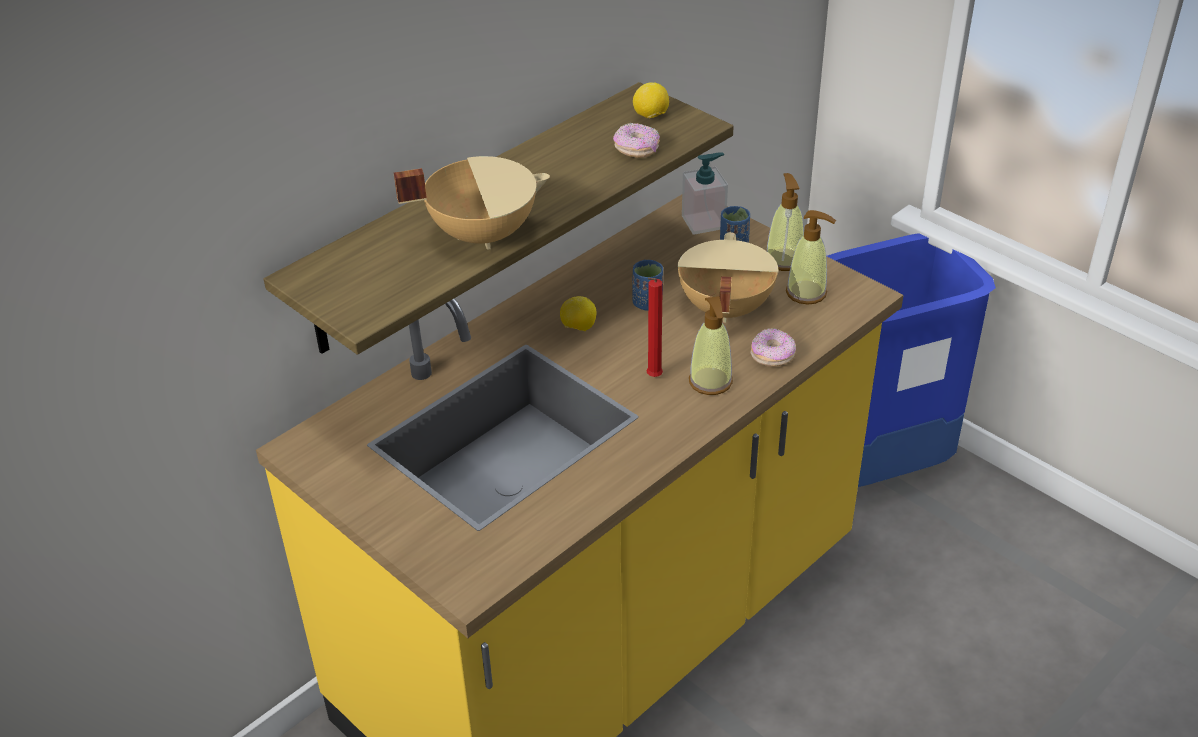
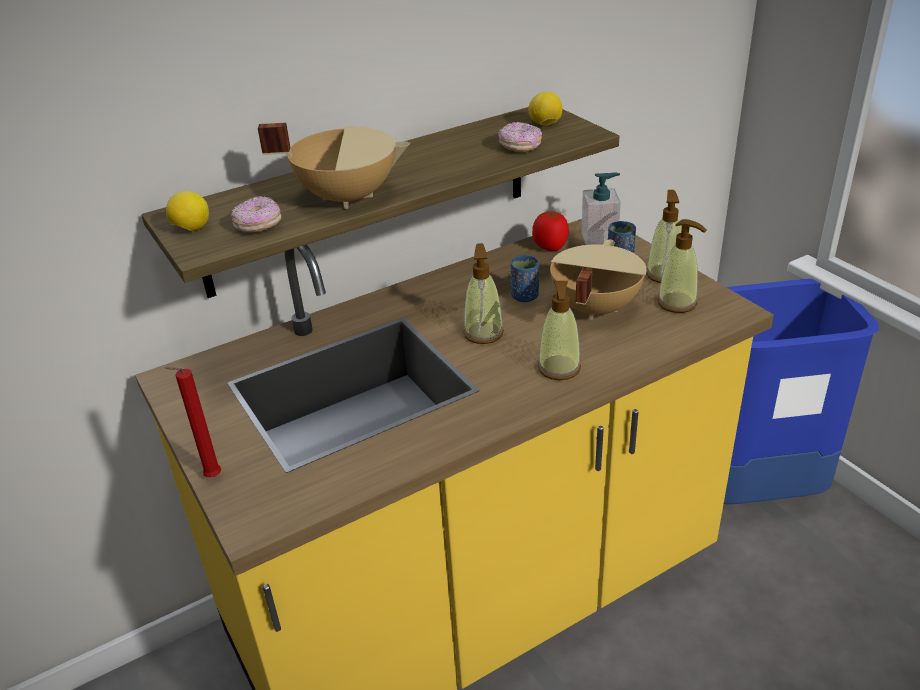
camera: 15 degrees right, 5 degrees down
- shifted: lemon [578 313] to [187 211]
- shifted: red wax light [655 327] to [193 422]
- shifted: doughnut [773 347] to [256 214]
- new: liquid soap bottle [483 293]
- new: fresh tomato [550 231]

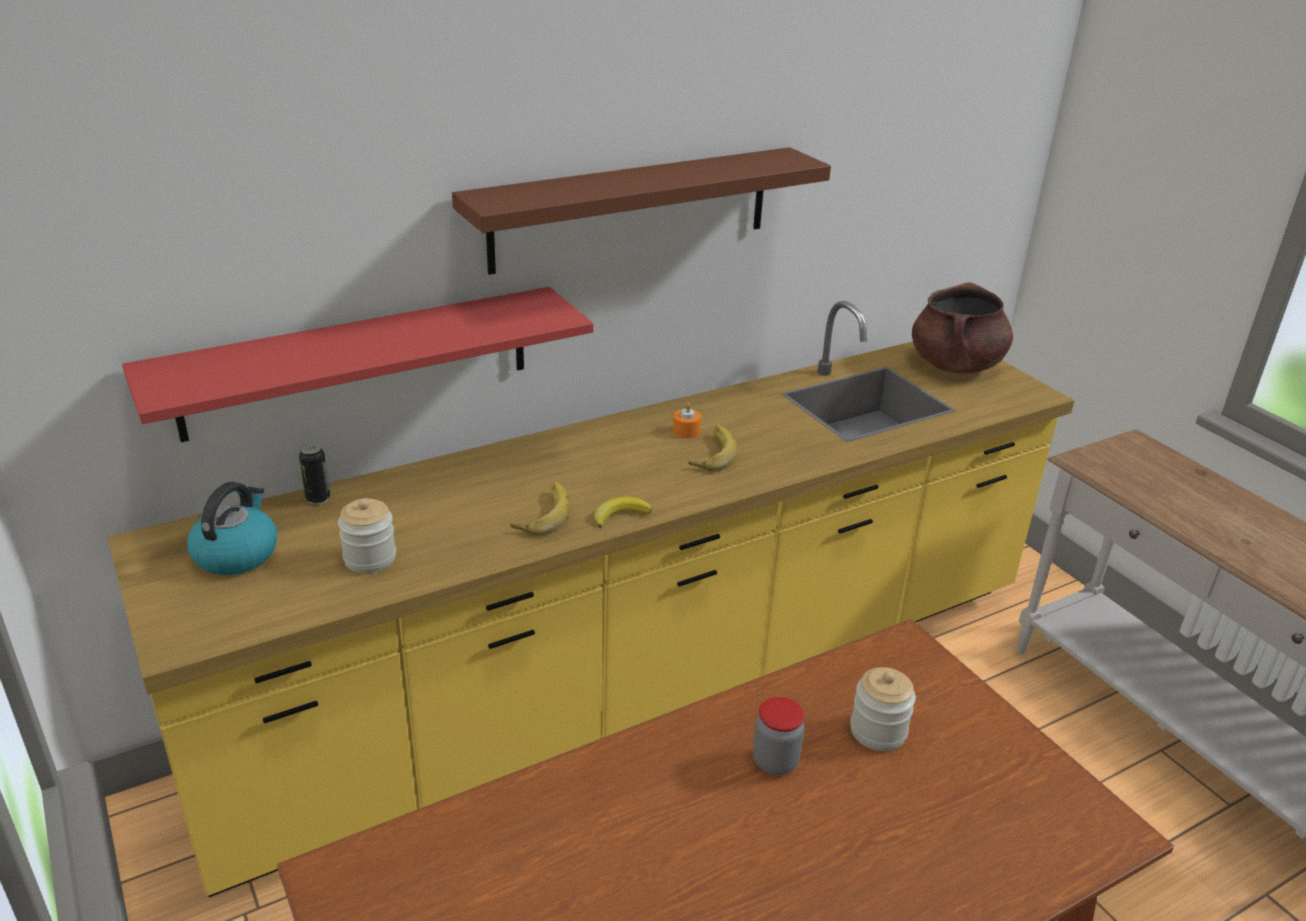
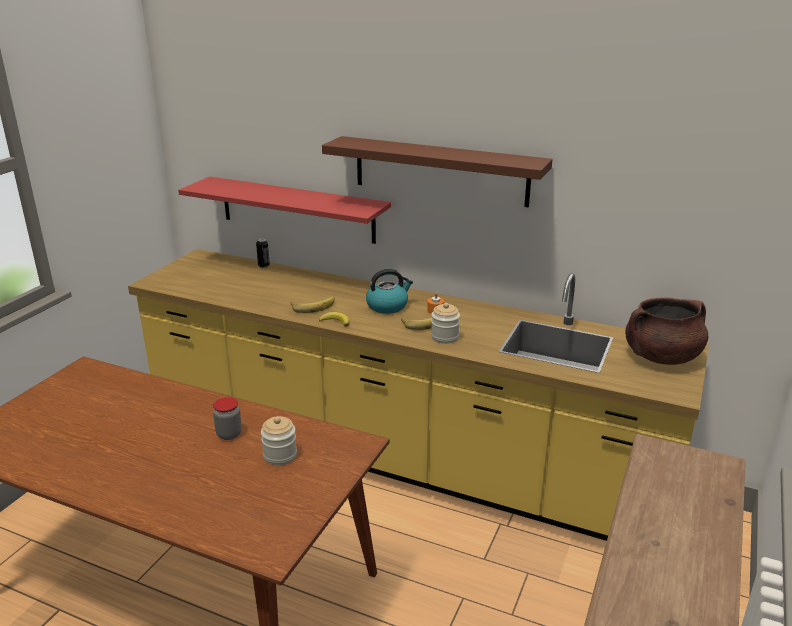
camera: 55 degrees right, 5 degrees down
- shifted: kettle [232 528] to [389 291]
- shifted: storage jar [367 535] to [445 323]

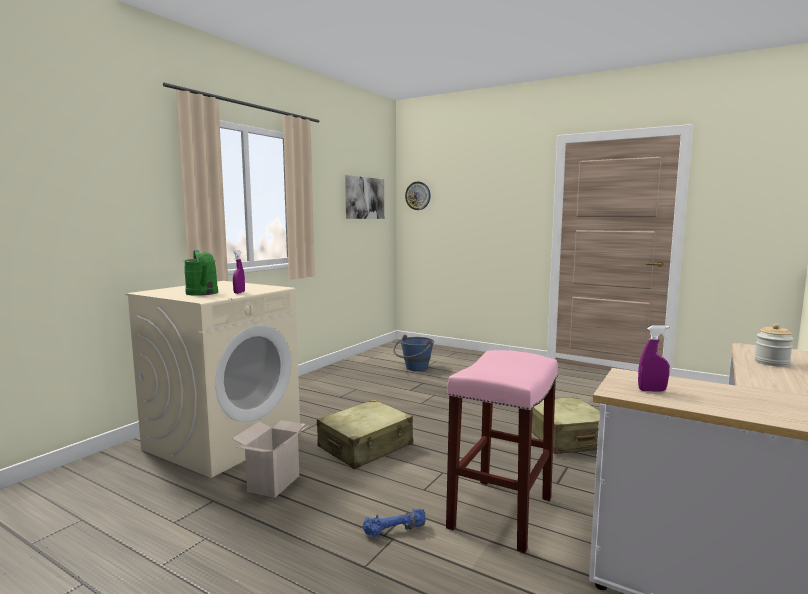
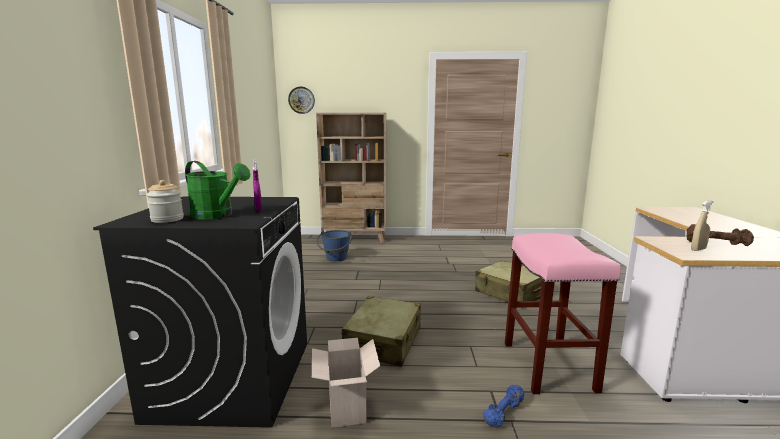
camera: 30 degrees left, 5 degrees up
- repainted: sand-coloured laundry machine [212 379] to black laundry machine [200 312]
- gone: picture [364 197]
- repainted: purple sprayer [654 358] to sand-coloured sprayer [702 226]
- shifted: storage jar [773 345] to [165 201]
- new: sand-coloured shelving unit [351 178]
- new: brown hand weight [720 235]

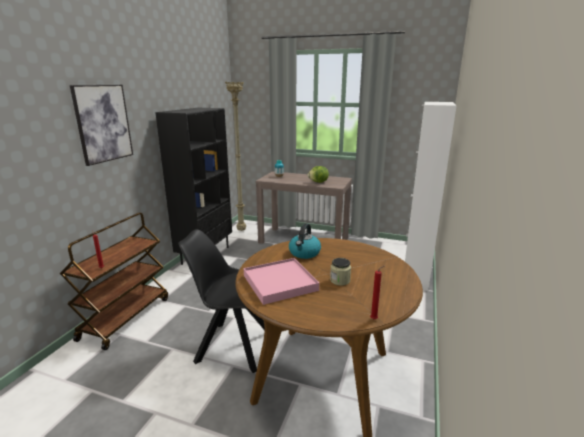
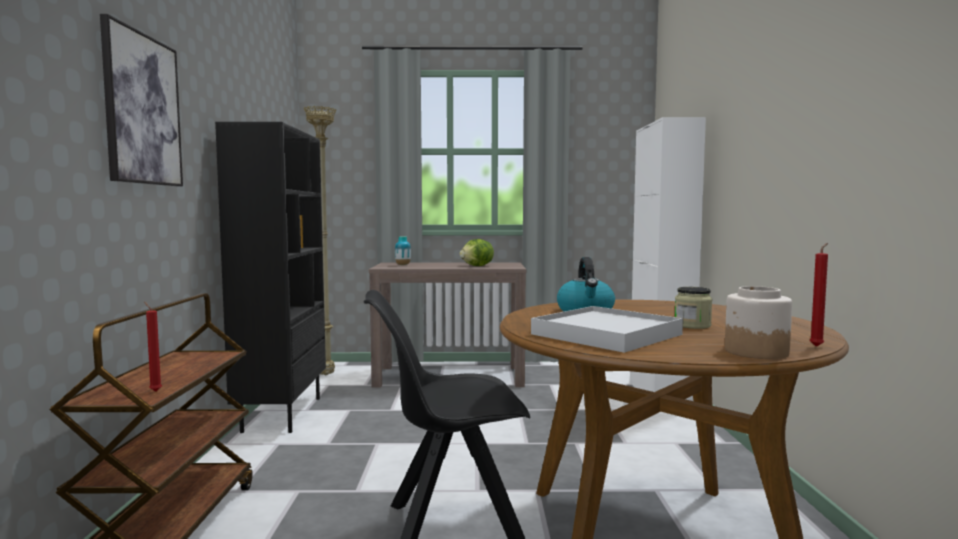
camera: 20 degrees left, 15 degrees down
- repainted: pinkish tray [281 281] to white tray [607 329]
- new: storage jar [758 322]

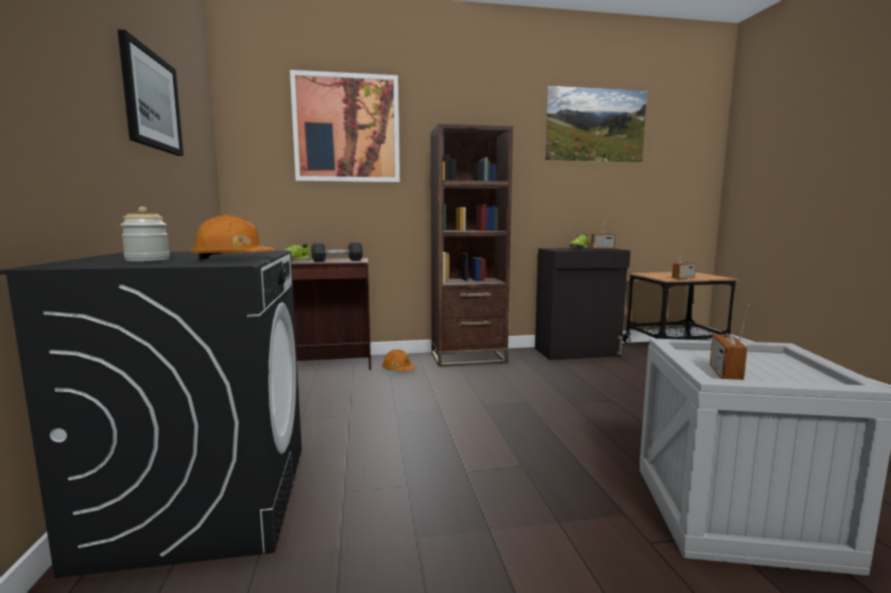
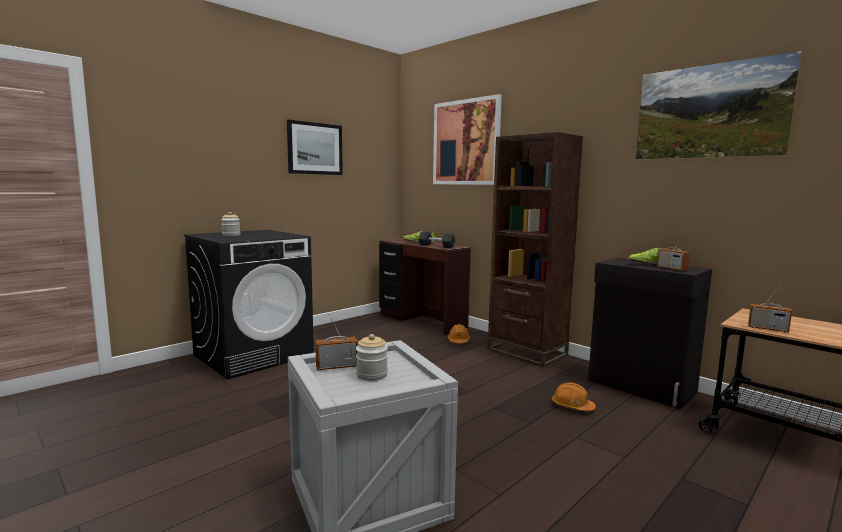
camera: 55 degrees right, 0 degrees up
- shifted: orange hard hat [232 237] to [574 396]
- new: storage jar [372 357]

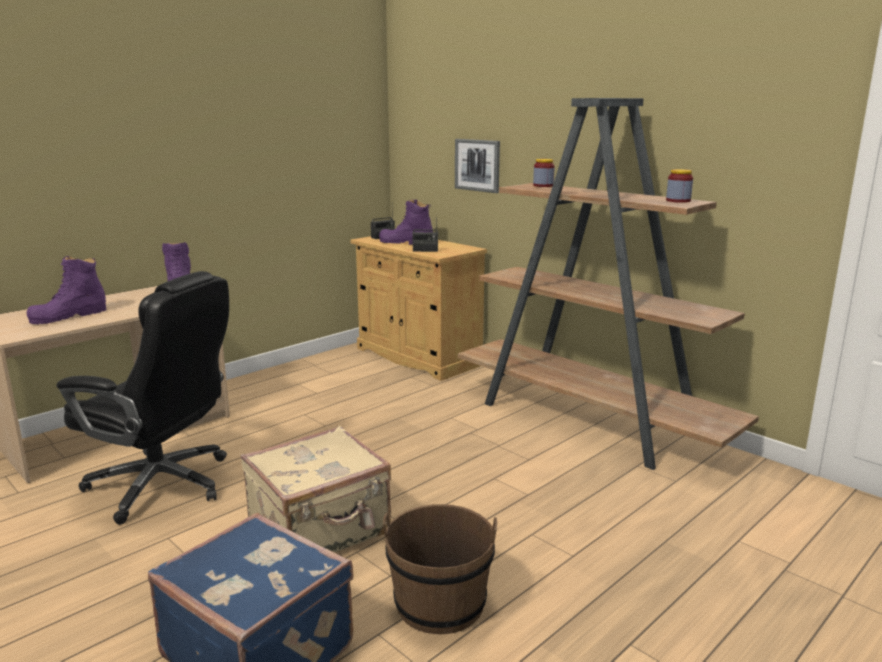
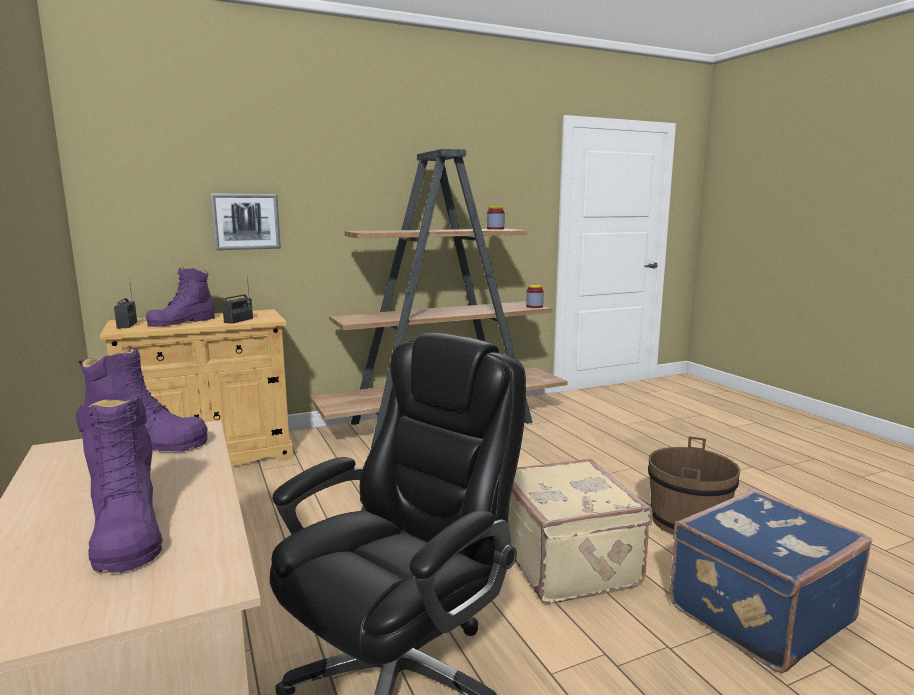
camera: 70 degrees left, 5 degrees down
- shifted: storage jar [544 173] to [535 296]

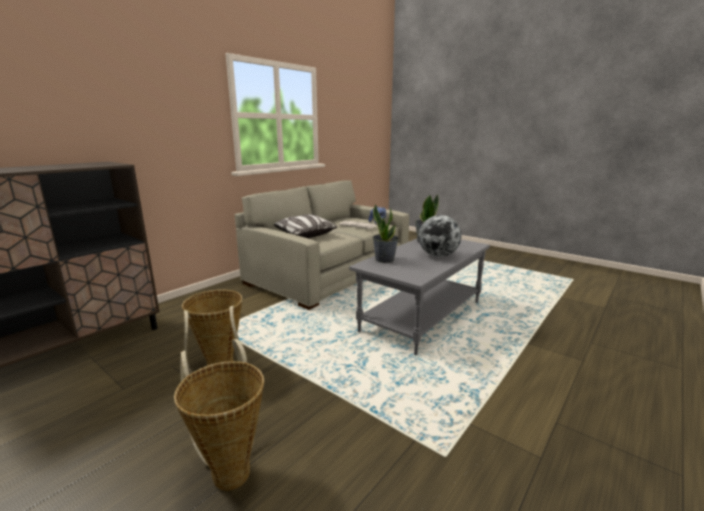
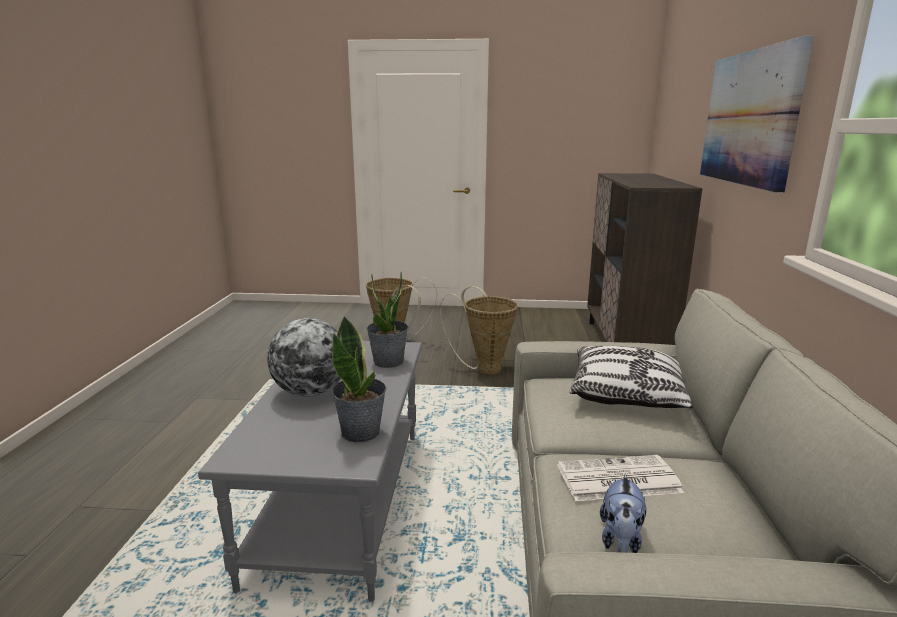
camera: 145 degrees right, 0 degrees up
- new: picture [757 114]

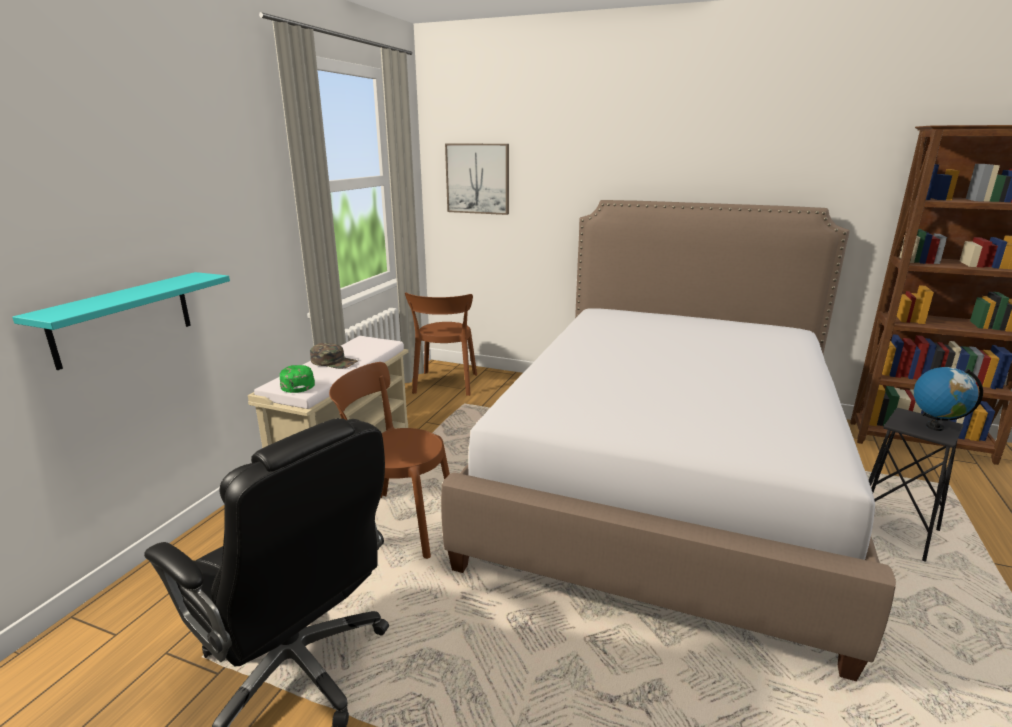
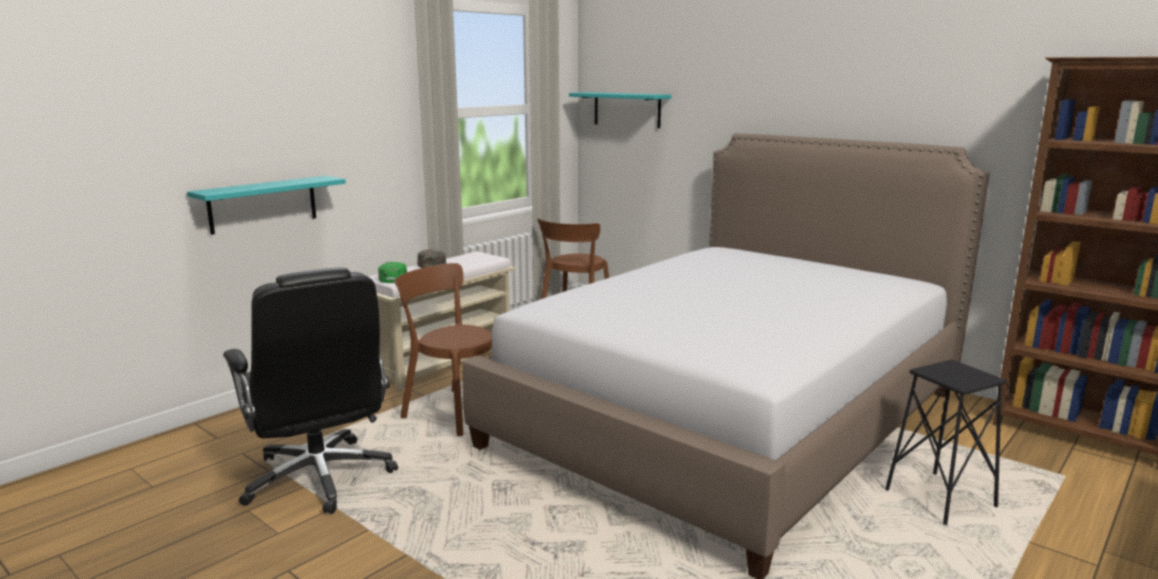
camera: 20 degrees right, 5 degrees down
- swapped: picture [477 179] to turquoise-coloured wall shelf [620 110]
- gone: globe [948 399]

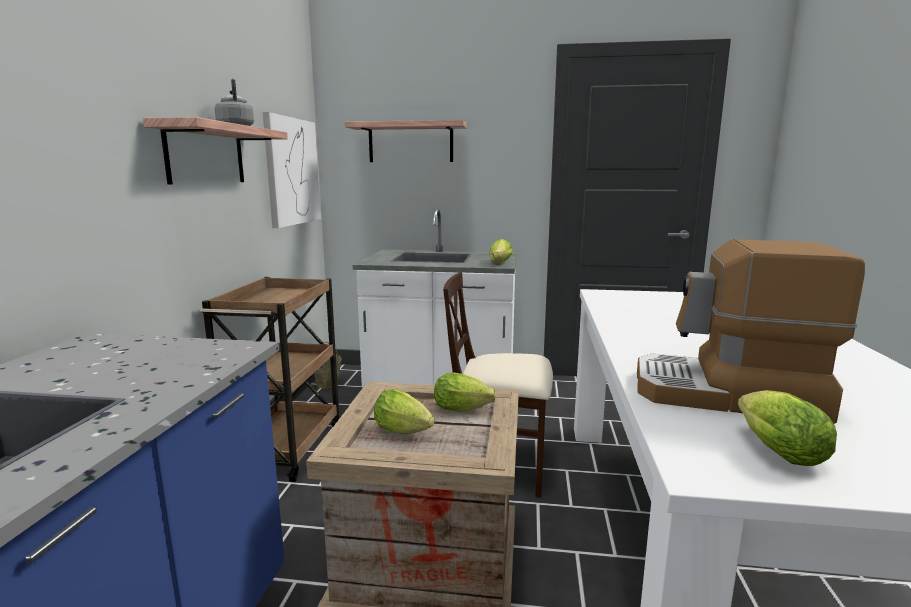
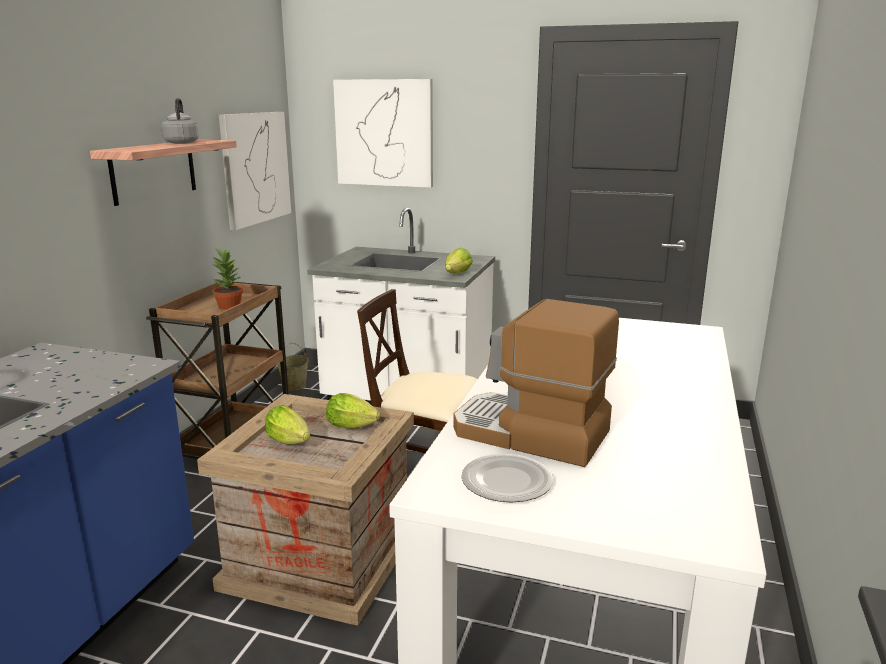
camera: 10 degrees right, 5 degrees up
- swapped: wall shelf [406 141] to picture [383 133]
- swapped: lettuce [787 428] to dinner plate [507 478]
- new: houseplant [226 279]

